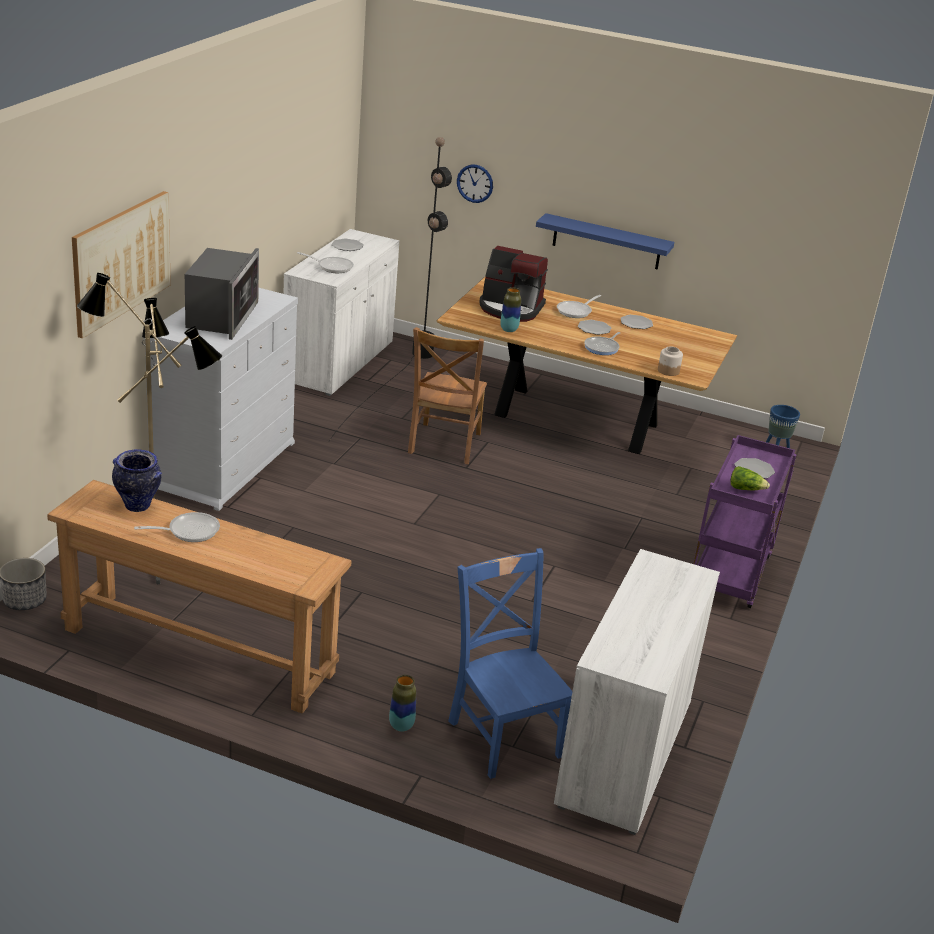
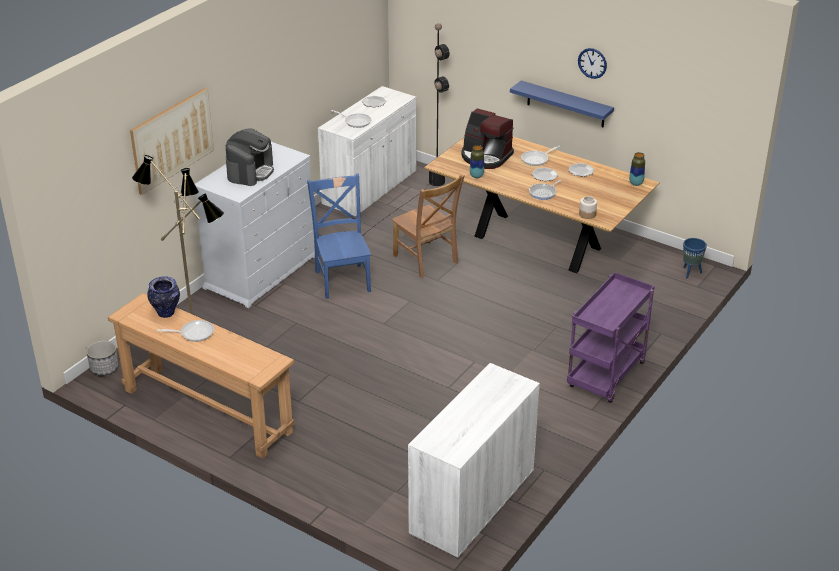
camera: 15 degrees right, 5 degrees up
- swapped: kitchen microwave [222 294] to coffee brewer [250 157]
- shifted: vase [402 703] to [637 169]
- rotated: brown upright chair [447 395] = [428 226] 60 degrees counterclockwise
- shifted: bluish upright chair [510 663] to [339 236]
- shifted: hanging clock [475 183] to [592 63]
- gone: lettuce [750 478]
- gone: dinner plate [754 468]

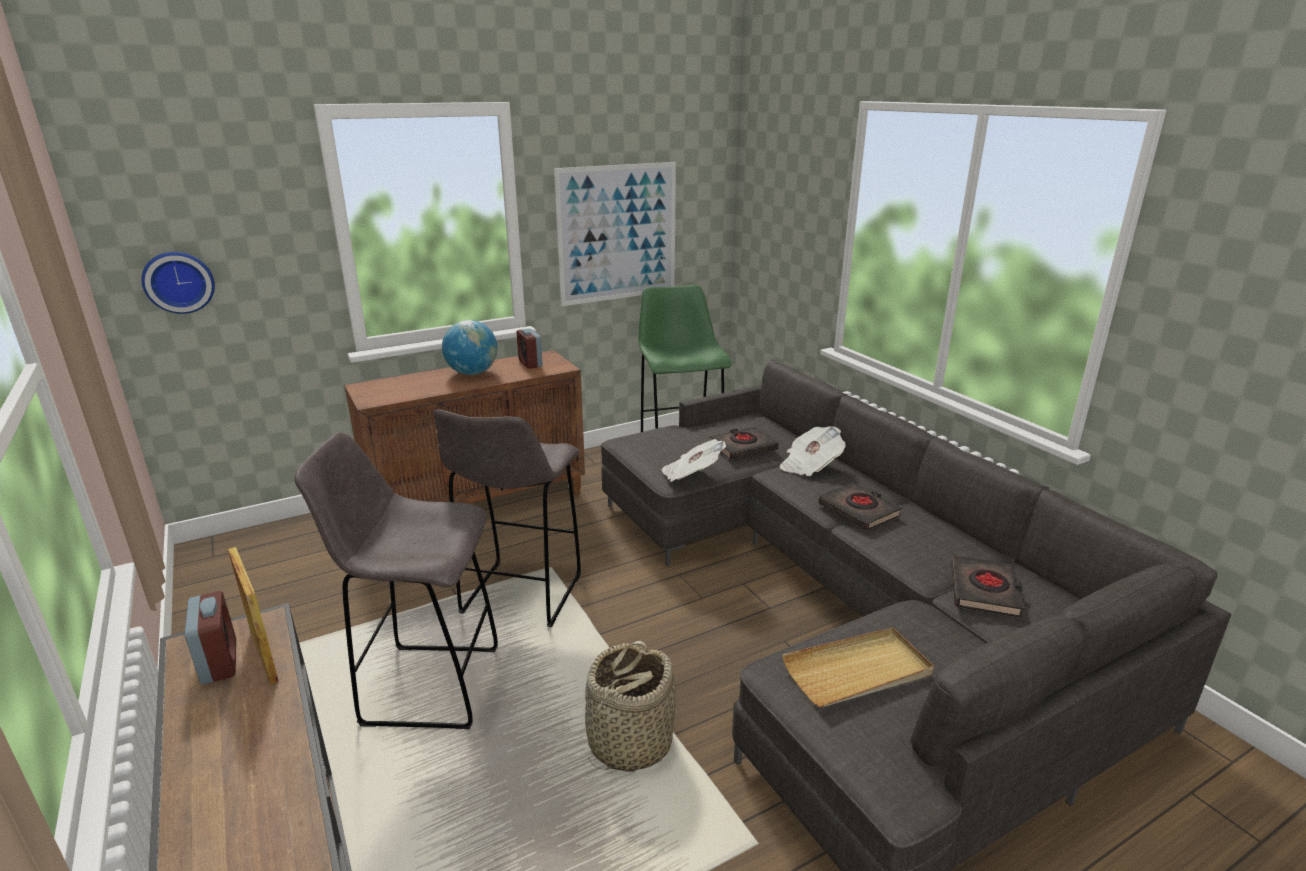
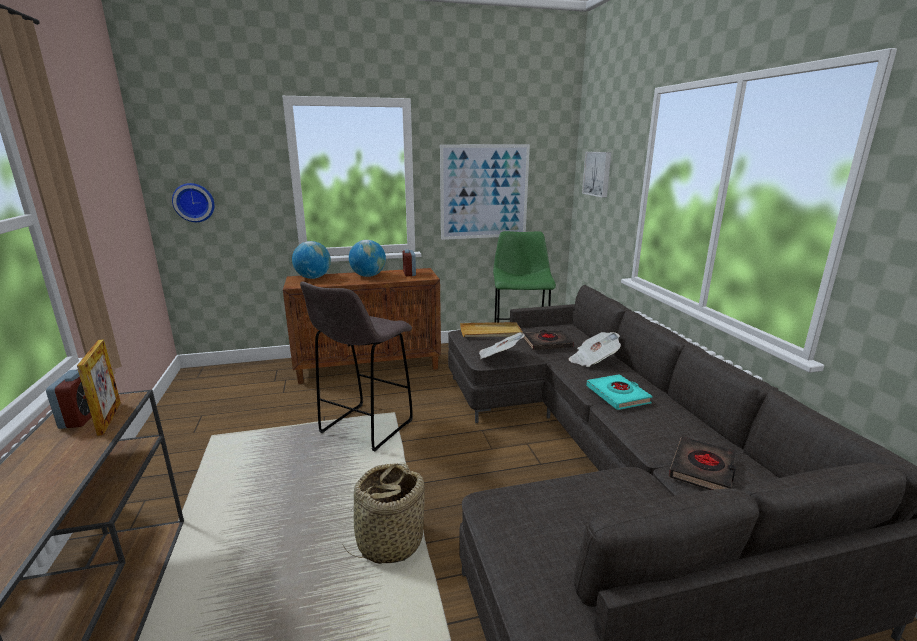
camera: 15 degrees right, 5 degrees down
- gone: greyish sitting stool [396 580]
- shifted: sand-coloured tray [858 667] to [491 329]
- repainted: black bound book [860 507] to turquoise-coloured bound book [619 392]
- new: globe [311 260]
- new: picture [596 175]

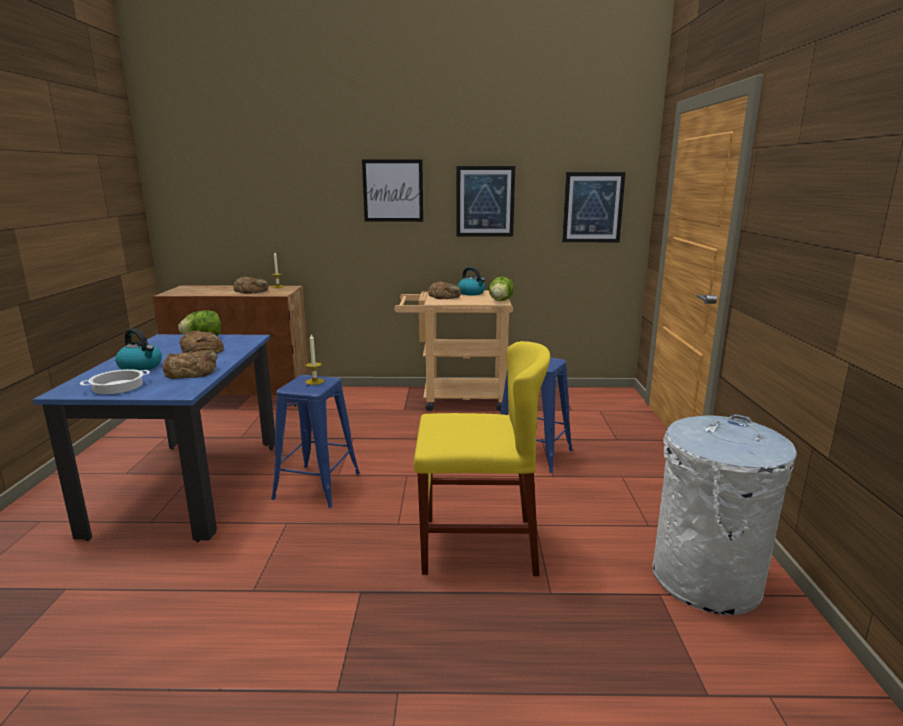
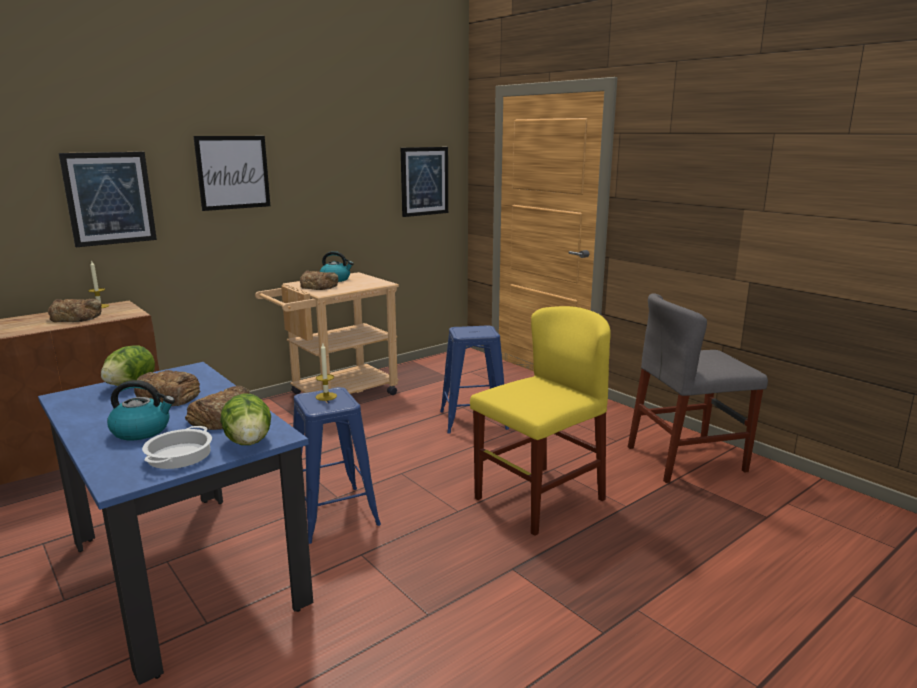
camera: 40 degrees left, 0 degrees up
- shifted: picture [485 201] to [108 199]
- shifted: lettuce [501 289] to [245 419]
- swapped: white waste bin [725 514] to greyish upright chair [698 388]

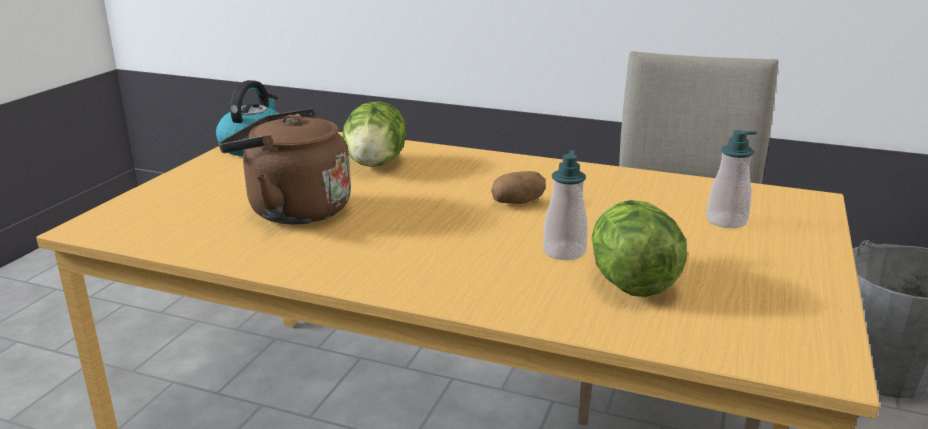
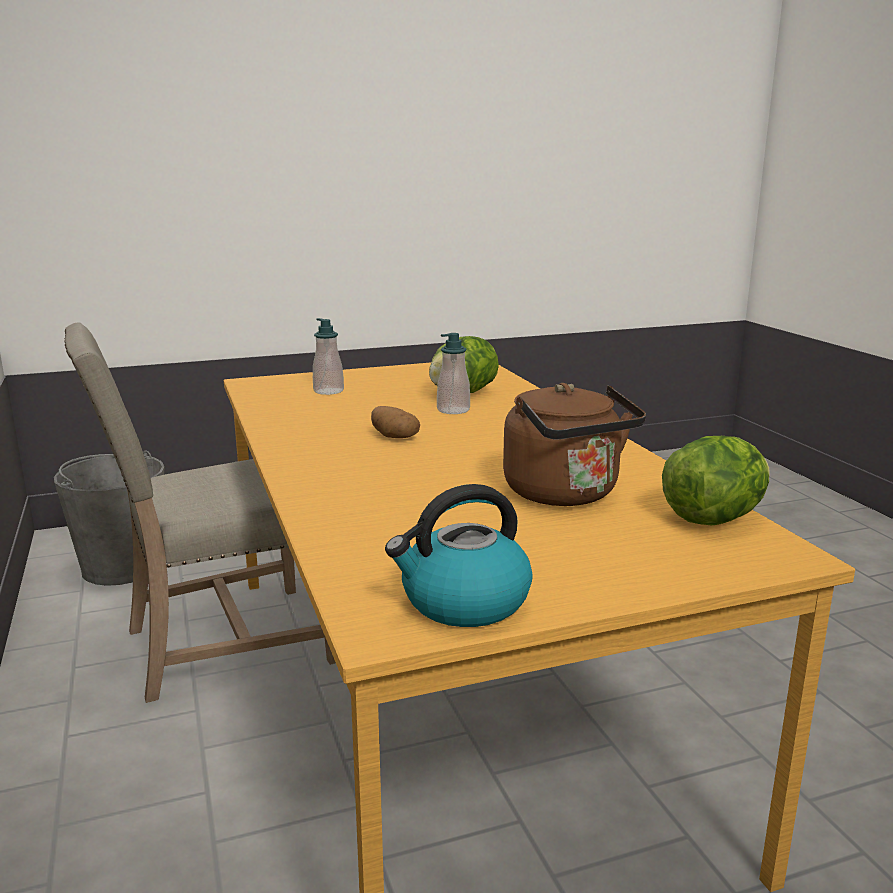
camera: 130 degrees left, 5 degrees down
- shifted: lettuce [374 134] to [716 481]

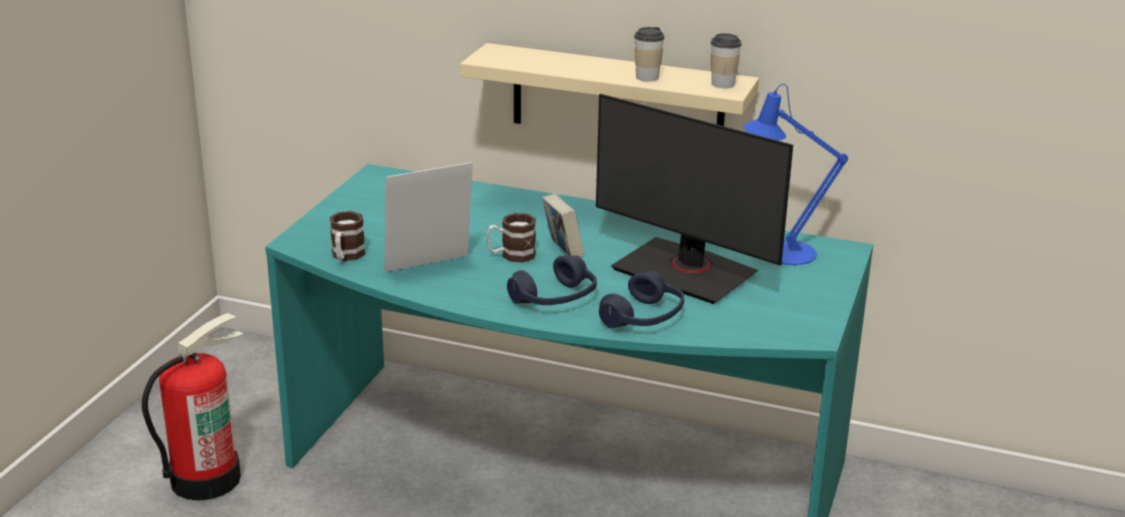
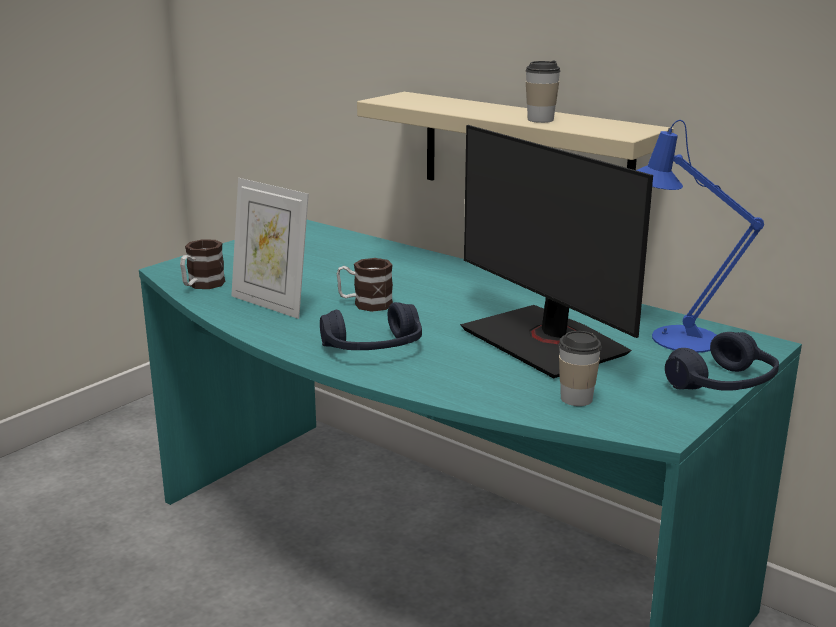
camera: 20 degrees right, 5 degrees down
- gone: fire extinguisher [192 407]
- rotated: picture frame [428 217] = [270 248] 135 degrees counterclockwise
- gone: bound book [563 226]
- shifted: bluish headset [641 299] to [722 361]
- shifted: drinking cup [726 60] to [580 368]

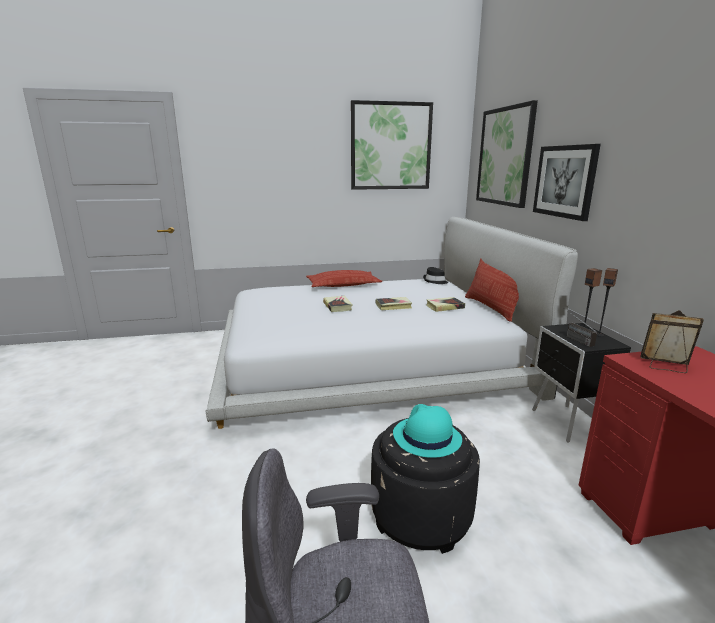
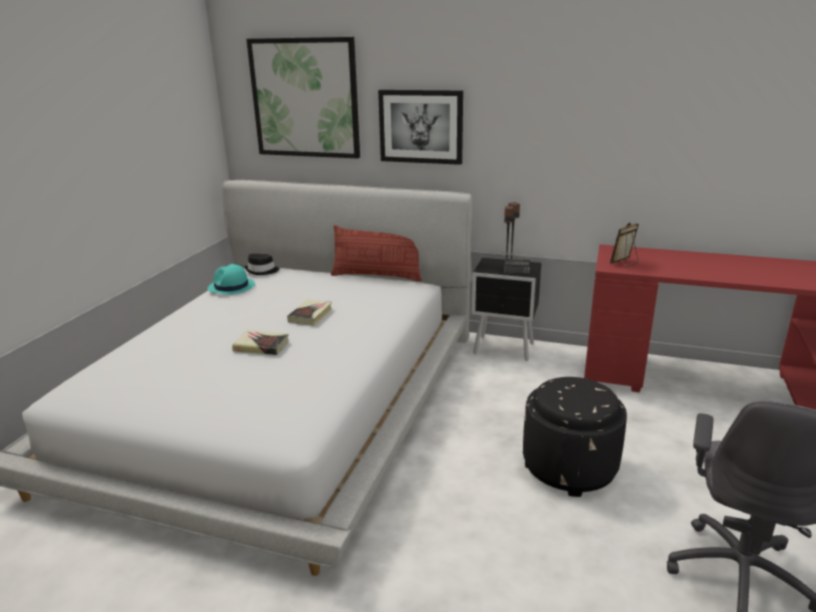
camera: 60 degrees left, 5 degrees up
- gone: pillow [344 278]
- gone: picture [392 145]
- shifted: turquoise-coloured wearable hat [427 431] to [231 279]
- gone: bound book [445 304]

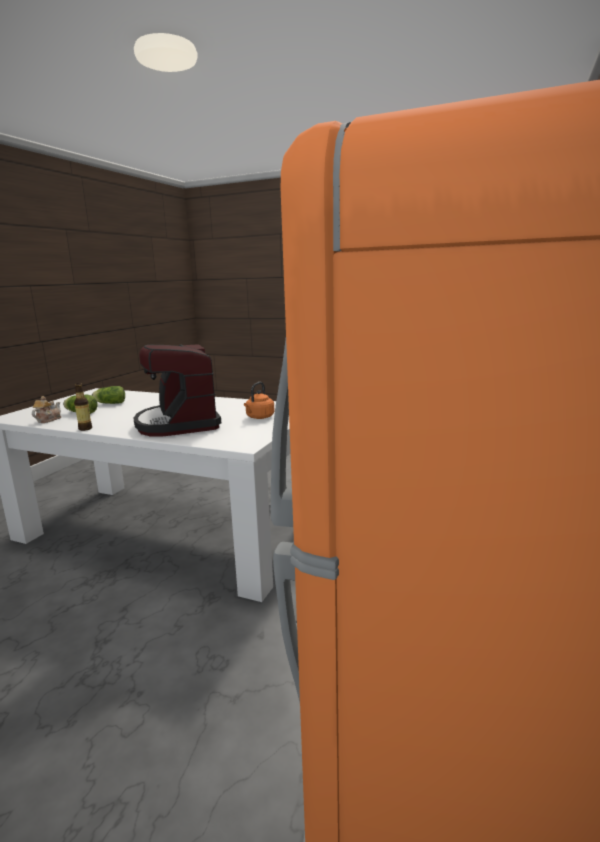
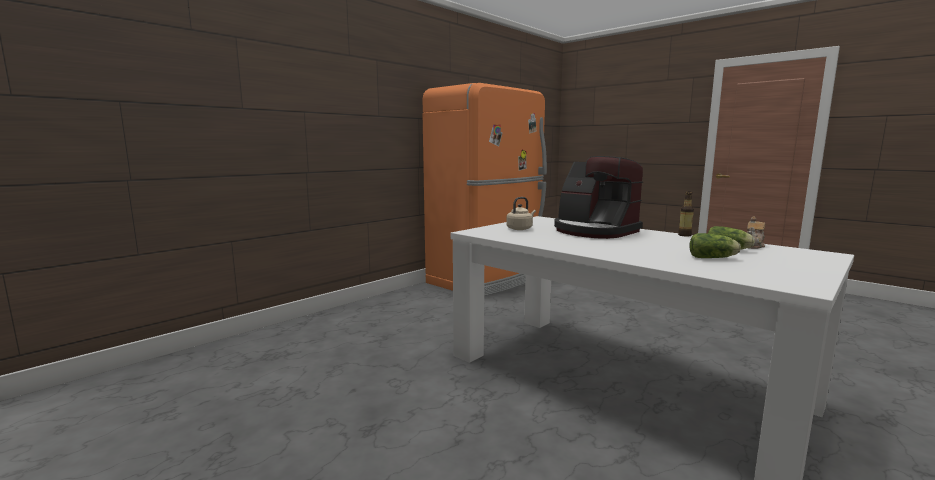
camera: 160 degrees left, 5 degrees down
- rotated: coffee brewer [177 390] = [598 197] 135 degrees clockwise
- repainted: orange kettle [259 400] to sand-coloured kettle [521 213]

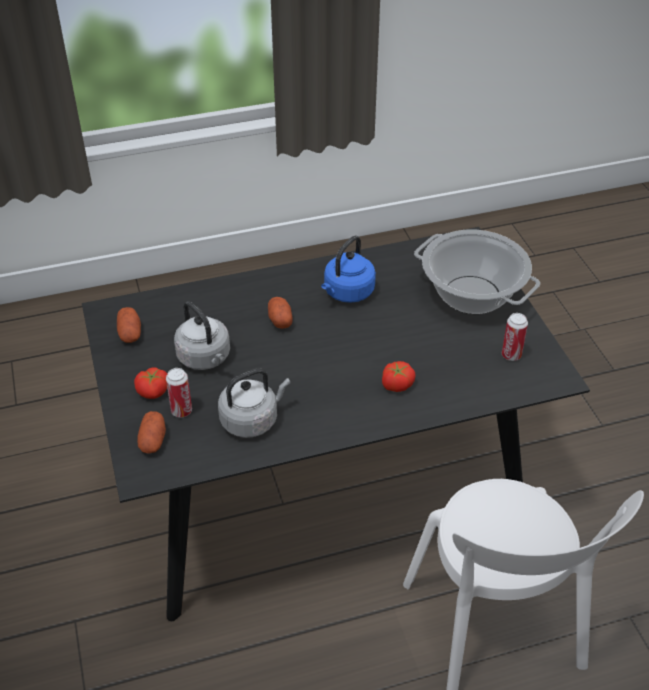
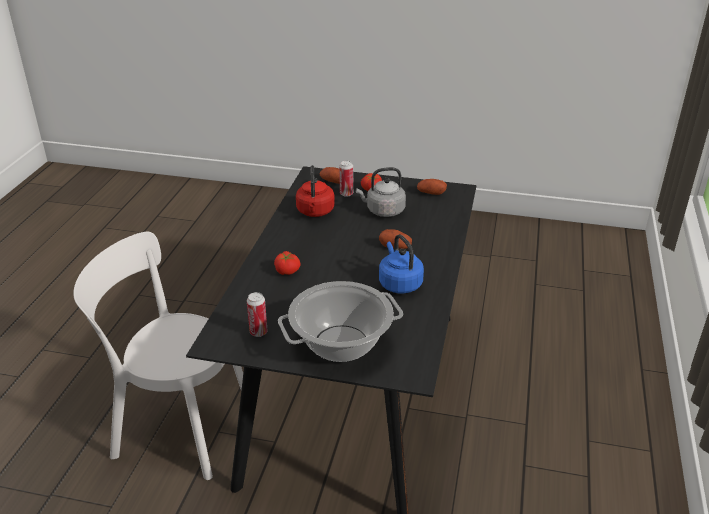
camera: 120 degrees right, 10 degrees down
- repainted: greyish kettle [254 403] to red kettle [315 191]

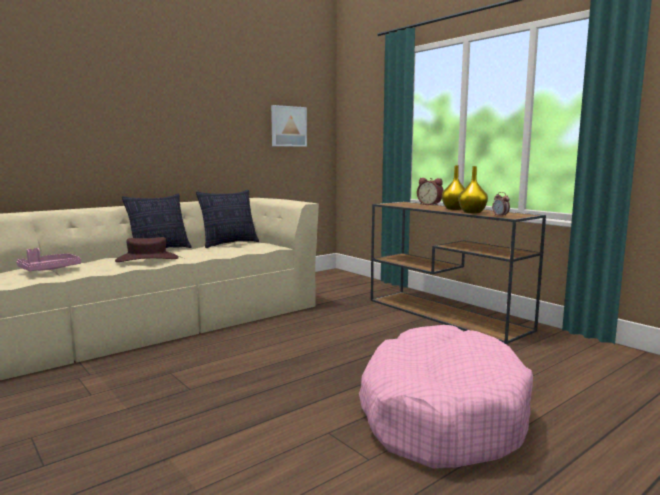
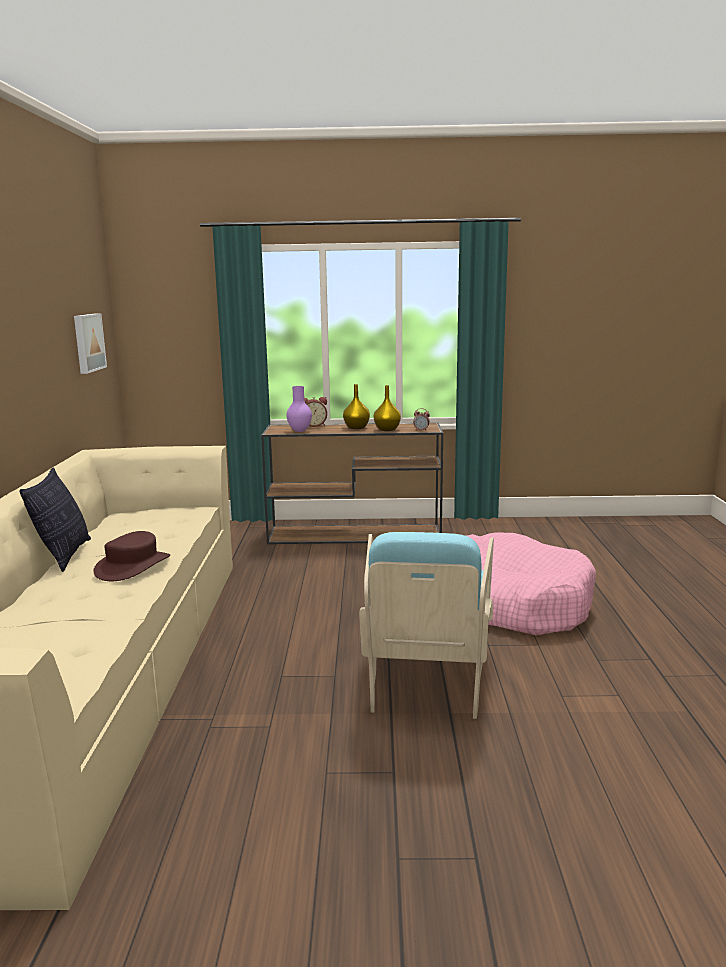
camera: 50 degrees left, 5 degrees up
- gone: pinkish tray [48 259]
- gone: pillow [227 219]
- new: purple vase [299 409]
- new: turquoise-coloured armchair [426 625]

